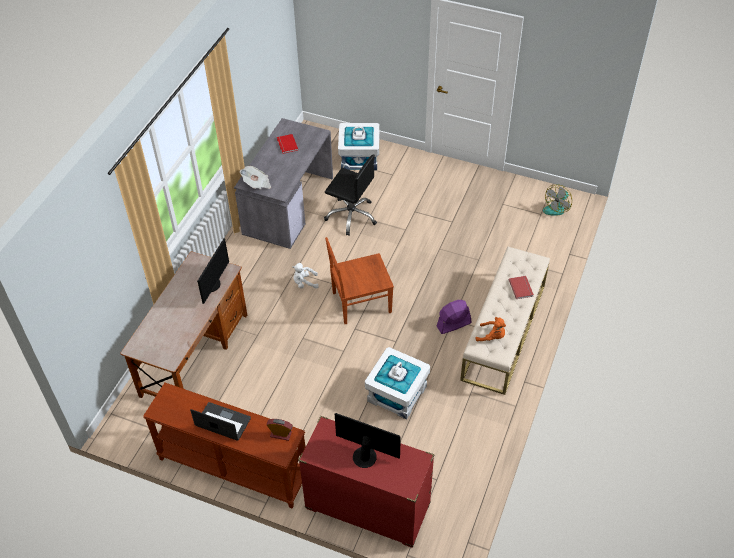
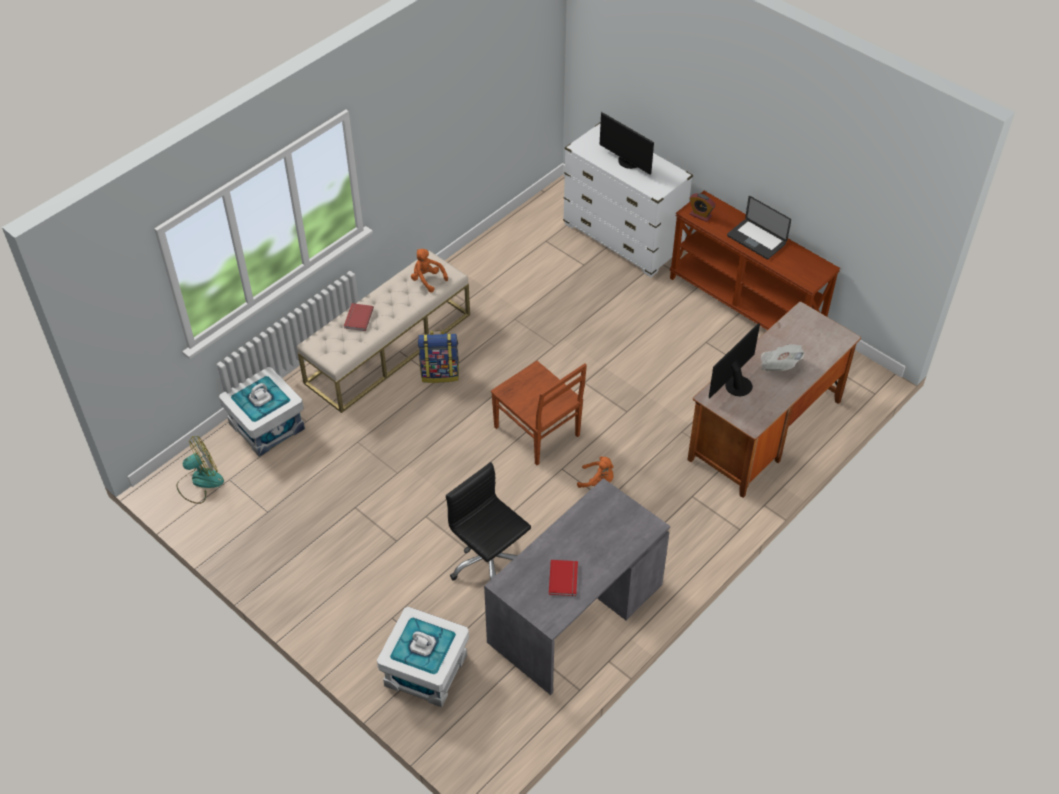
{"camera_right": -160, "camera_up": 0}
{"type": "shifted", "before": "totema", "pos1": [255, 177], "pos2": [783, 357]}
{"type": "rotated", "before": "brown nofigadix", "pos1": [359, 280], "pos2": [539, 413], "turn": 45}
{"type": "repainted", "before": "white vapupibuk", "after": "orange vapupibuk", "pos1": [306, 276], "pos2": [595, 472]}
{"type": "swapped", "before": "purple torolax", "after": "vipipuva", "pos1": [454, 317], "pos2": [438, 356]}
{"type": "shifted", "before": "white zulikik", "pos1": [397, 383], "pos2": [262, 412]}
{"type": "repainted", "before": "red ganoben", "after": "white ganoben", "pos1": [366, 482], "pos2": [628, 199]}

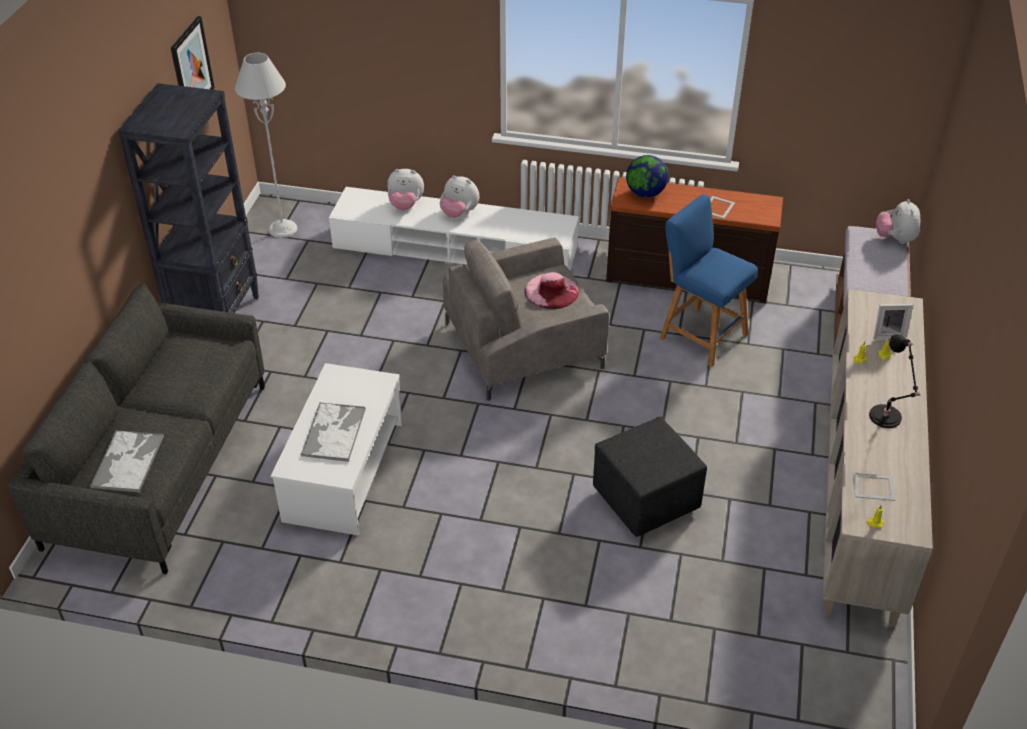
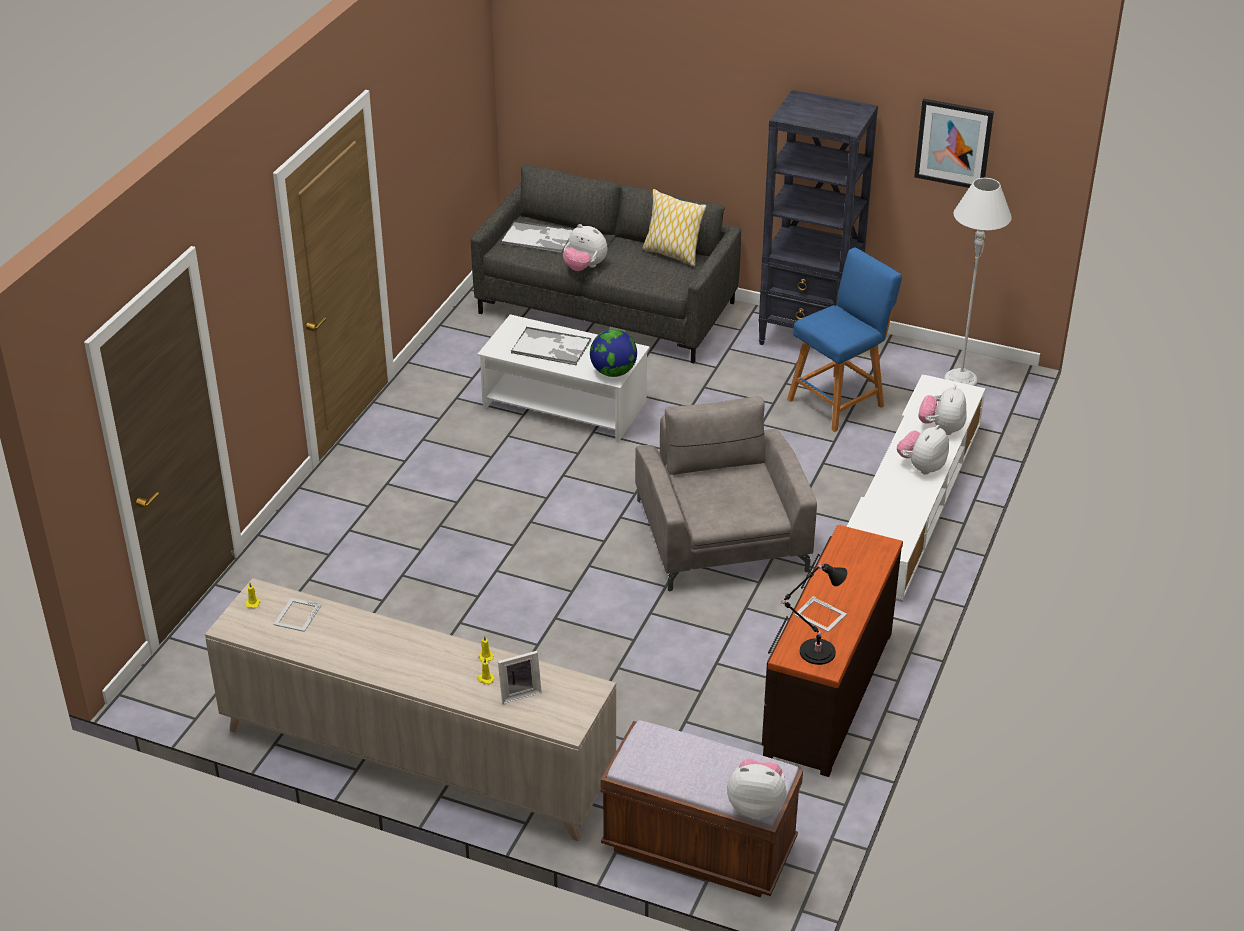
{"camera_right": 100, "camera_up": -5}
{"type": "shifted", "before": "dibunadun", "pos1": [647, 176], "pos2": [613, 353]}
{"type": "shifted", "before": "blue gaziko", "pos1": [708, 280], "pos2": [844, 340]}
{"type": "gone", "before": "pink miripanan", "pos1": [551, 290]}
{"type": "rotated", "before": "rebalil", "pos1": [893, 322], "pos2": [520, 677], "turn": -120}
{"type": "shifted", "before": "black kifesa", "pos1": [895, 381], "pos2": [814, 614]}
{"type": "gone", "before": "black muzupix", "pos1": [650, 476]}
{"type": "new", "after": "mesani", "pos2": [674, 228]}
{"type": "new", "after": "vapupibuk", "pos2": [585, 247]}

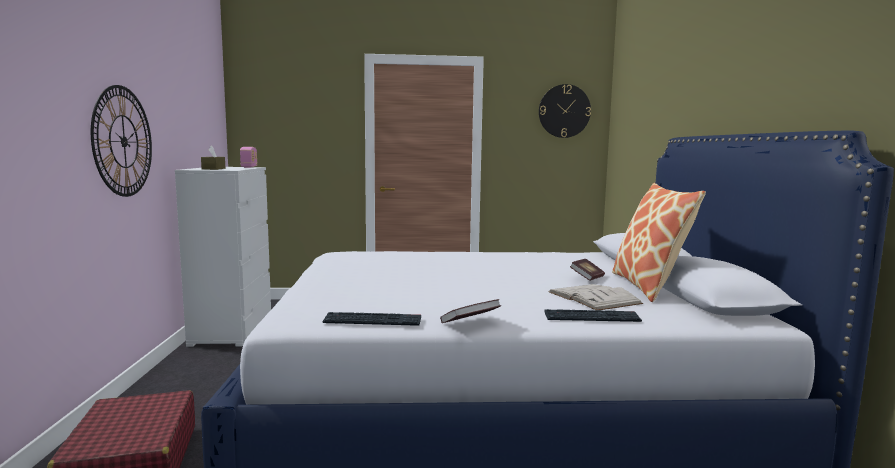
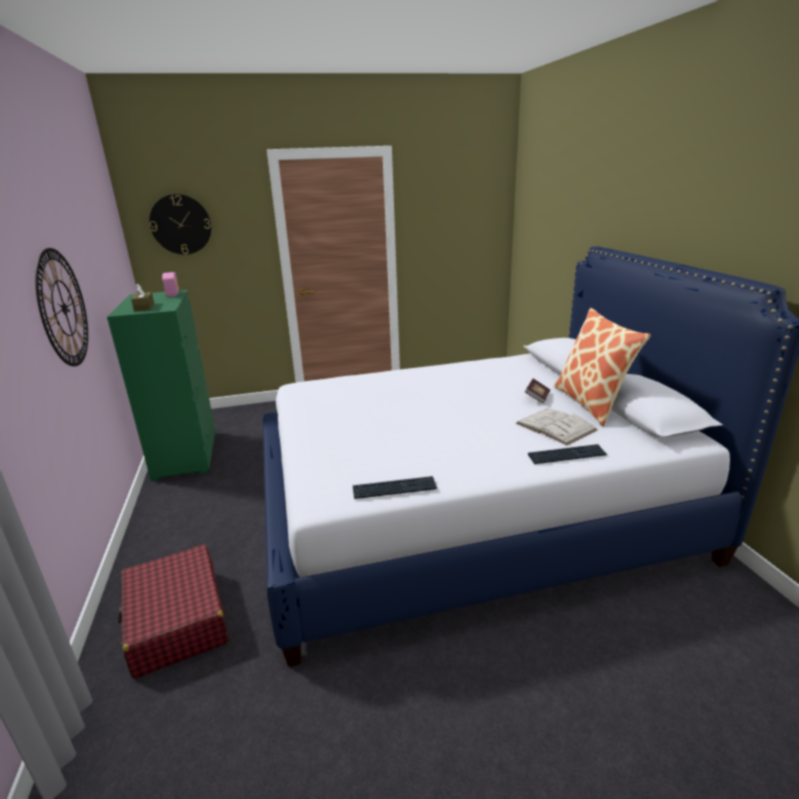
{"camera_right": -10, "camera_up": 15}
{"type": "shifted", "before": "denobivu", "pos1": [565, 111], "pos2": [180, 224]}
{"type": "repainted", "before": "white ganoben", "after": "green ganoben", "pos1": [223, 257], "pos2": [161, 385]}
{"type": "gone", "before": "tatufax", "pos1": [470, 311]}

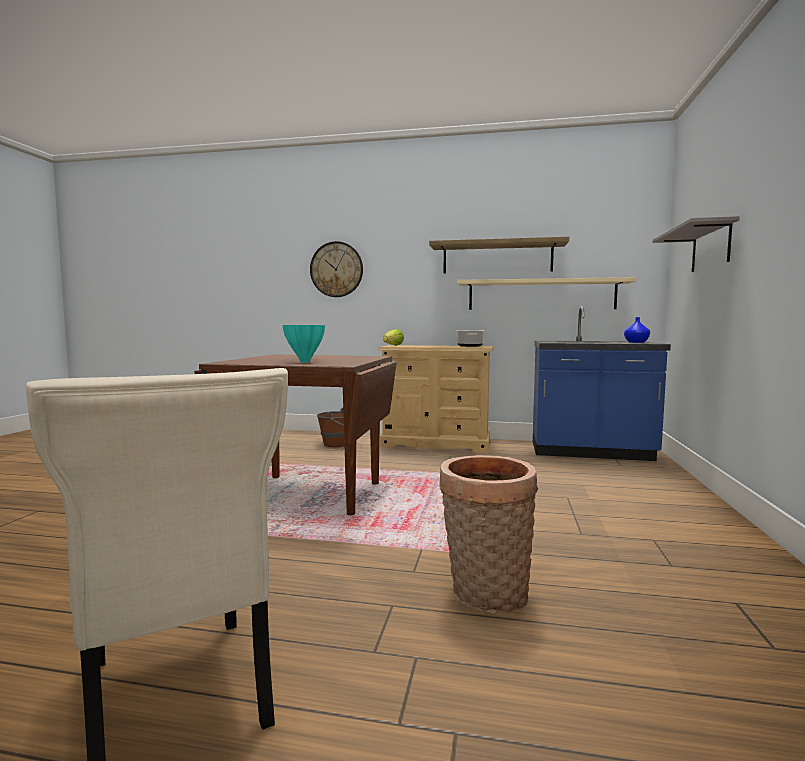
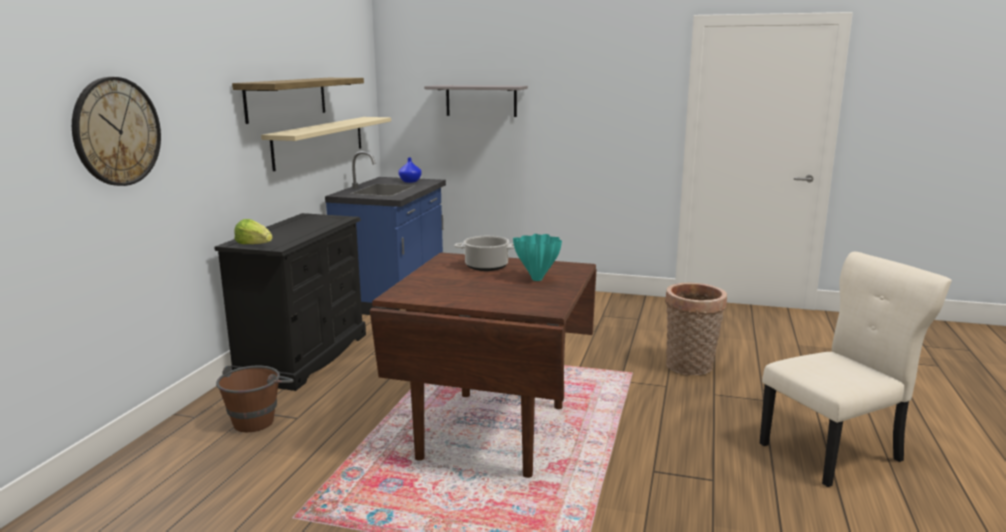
{"camera_right": -85, "camera_up": 10}
{"type": "shifted", "before": "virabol", "pos1": [470, 338], "pos2": [484, 253]}
{"type": "repainted", "before": "beige ganoben", "after": "black ganoben", "pos1": [436, 398], "pos2": [290, 302]}

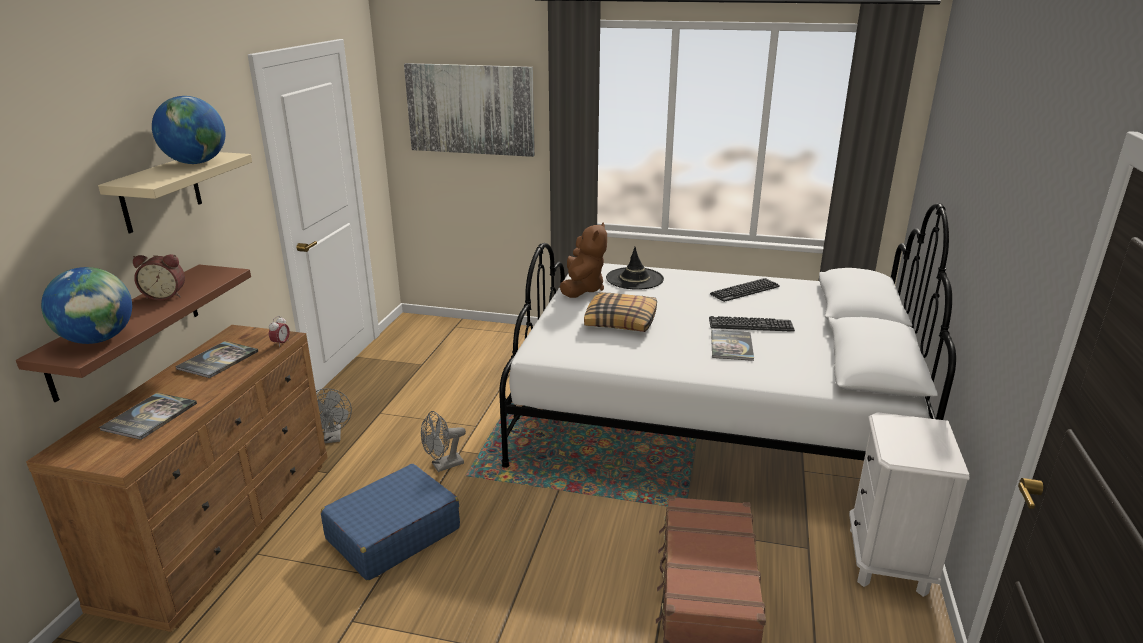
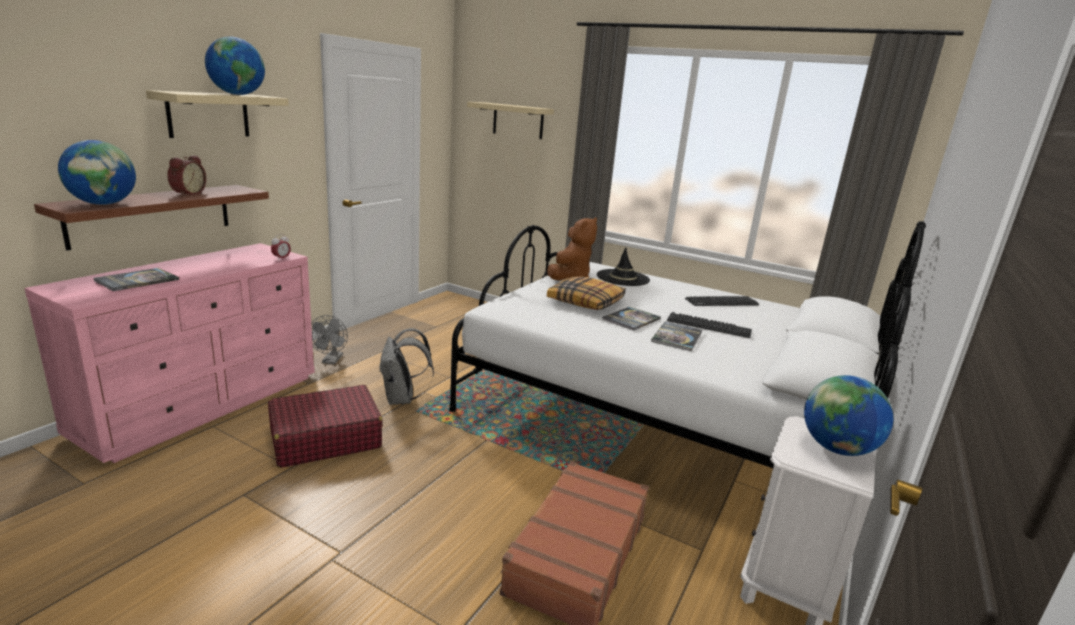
{"camera_right": 15, "camera_up": -5}
{"type": "swapped", "before": "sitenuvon", "after": "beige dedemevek", "pos1": [469, 110], "pos2": [510, 120]}
{"type": "rotated", "before": "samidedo", "pos1": [159, 277], "pos2": [186, 175], "turn": -90}
{"type": "repainted", "before": "brown ganoben", "after": "pink ganoben", "pos1": [177, 478], "pos2": [169, 353]}
{"type": "shifted", "before": "tatufax", "pos1": [216, 359], "pos2": [631, 318]}
{"type": "swapped", "before": "grey torolax", "after": "grey vipipuva", "pos1": [443, 441], "pos2": [407, 366]}
{"type": "repainted", "before": "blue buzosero", "after": "red buzosero", "pos1": [390, 522], "pos2": [325, 426]}
{"type": "new", "after": "dibunadun", "pos2": [848, 415]}

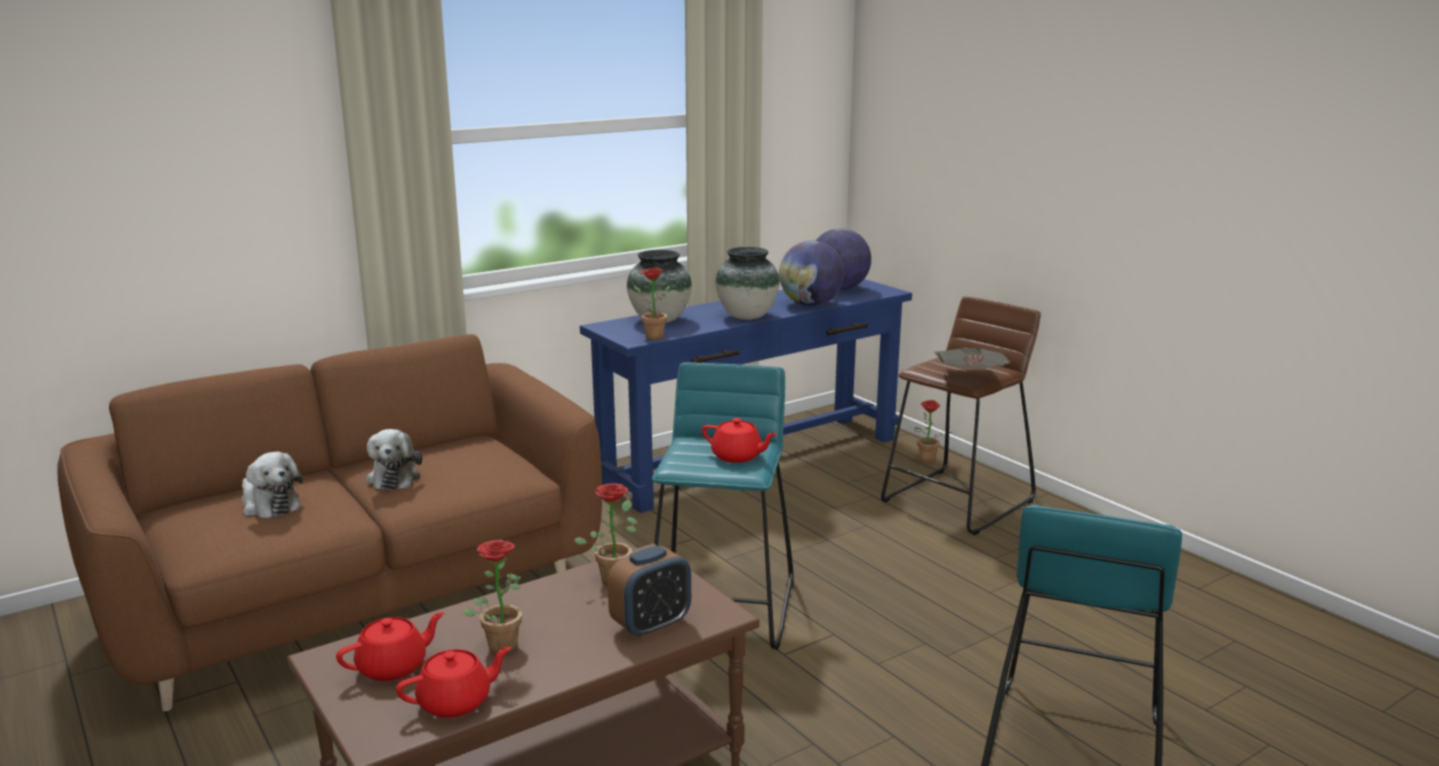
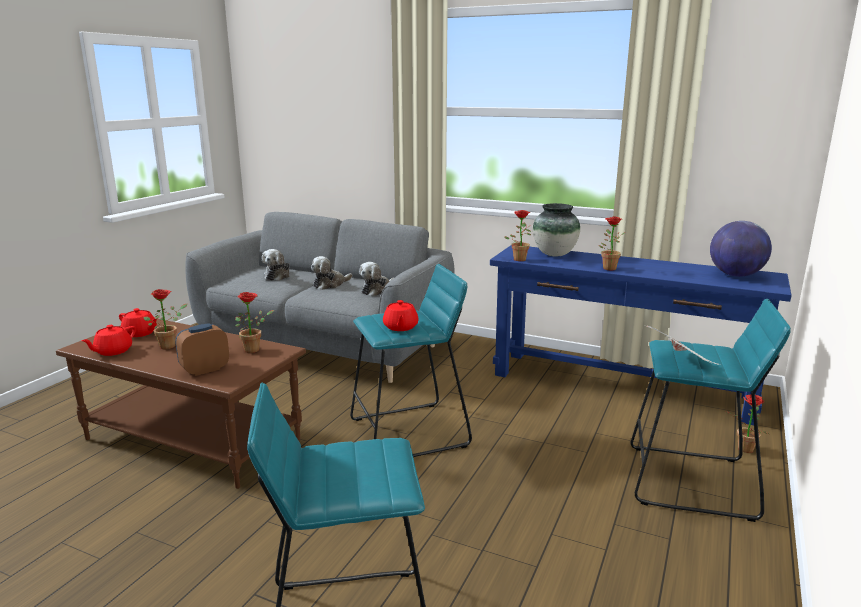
{"camera_right": 60, "camera_up": 0}
{"type": "gone", "before": "dibunadun", "pos1": [811, 273]}
{"type": "swapped", "before": "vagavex", "after": "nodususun", "pos1": [747, 283], "pos2": [612, 243]}
{"type": "repainted", "before": "brown gaziko", "after": "turquoise gaziko", "pos1": [961, 415], "pos2": [711, 410]}
{"type": "repainted", "before": "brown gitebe", "after": "grey gitebe", "pos1": [330, 522], "pos2": [320, 297]}
{"type": "rotated", "before": "samidedo", "pos1": [649, 592], "pos2": [202, 349], "turn": 120}
{"type": "rotated", "before": "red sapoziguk", "pos1": [453, 682], "pos2": [108, 340], "turn": 90}
{"type": "new", "after": "vapupibuk", "pos2": [376, 279]}

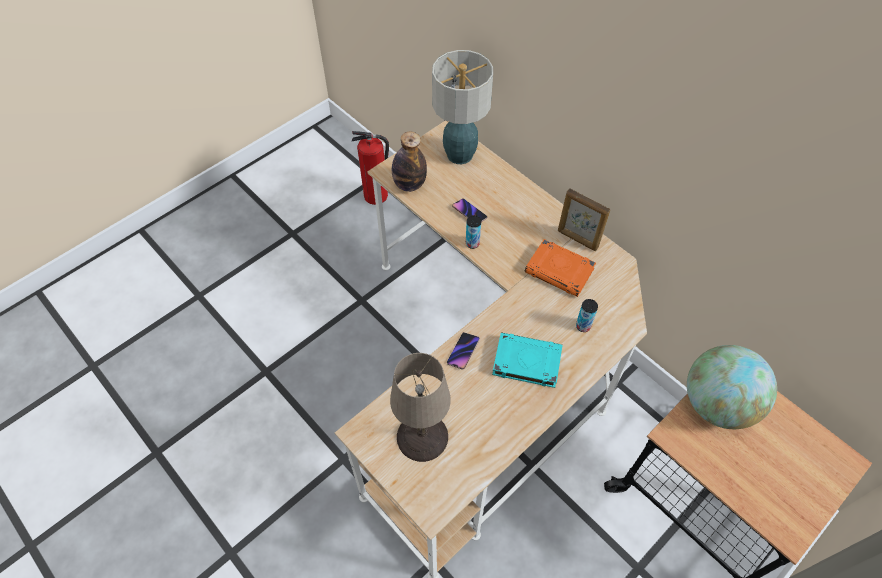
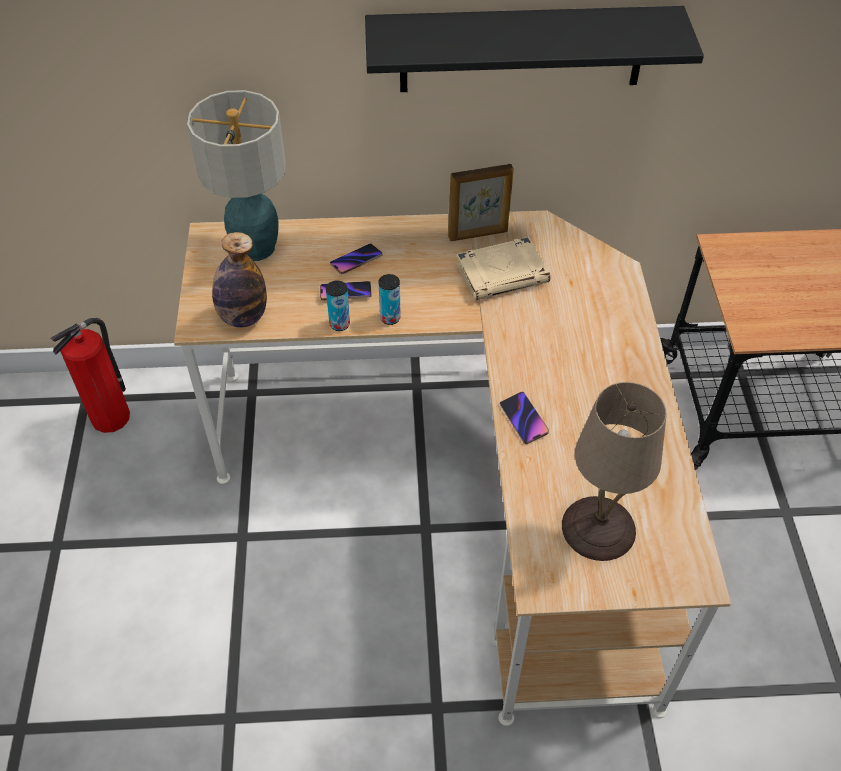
{"camera_right": -50, "camera_up": -5}
{"type": "repainted", "before": "orange tatufax", "after": "beige tatufax", "pos1": [560, 268], "pos2": [503, 269]}
{"type": "shifted", "before": "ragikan", "pos1": [587, 315], "pos2": [338, 305]}
{"type": "gone", "before": "turquoise tatufax", "pos1": [527, 360]}
{"type": "gone", "before": "dibunadun", "pos1": [732, 387]}
{"type": "new", "after": "black dedemevek", "pos2": [534, 49]}
{"type": "new", "after": "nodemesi", "pos2": [356, 259]}

